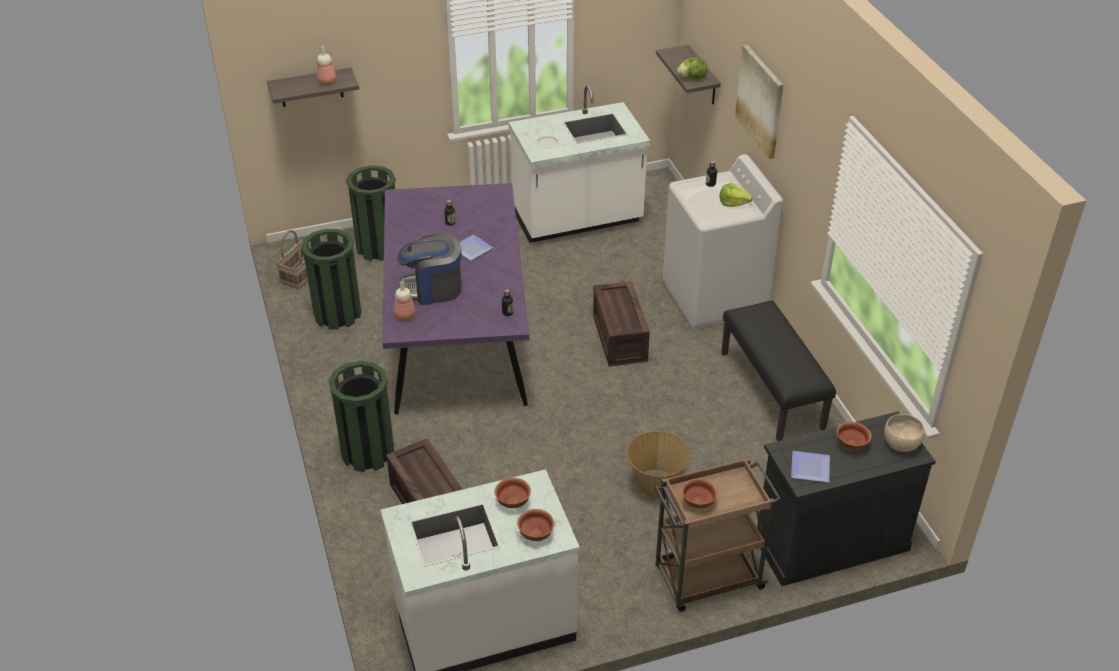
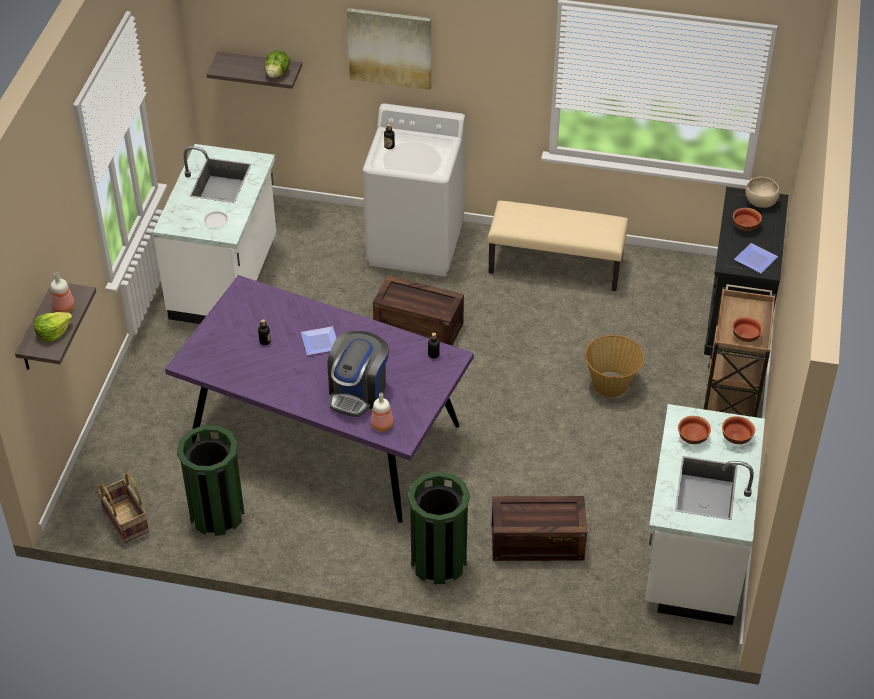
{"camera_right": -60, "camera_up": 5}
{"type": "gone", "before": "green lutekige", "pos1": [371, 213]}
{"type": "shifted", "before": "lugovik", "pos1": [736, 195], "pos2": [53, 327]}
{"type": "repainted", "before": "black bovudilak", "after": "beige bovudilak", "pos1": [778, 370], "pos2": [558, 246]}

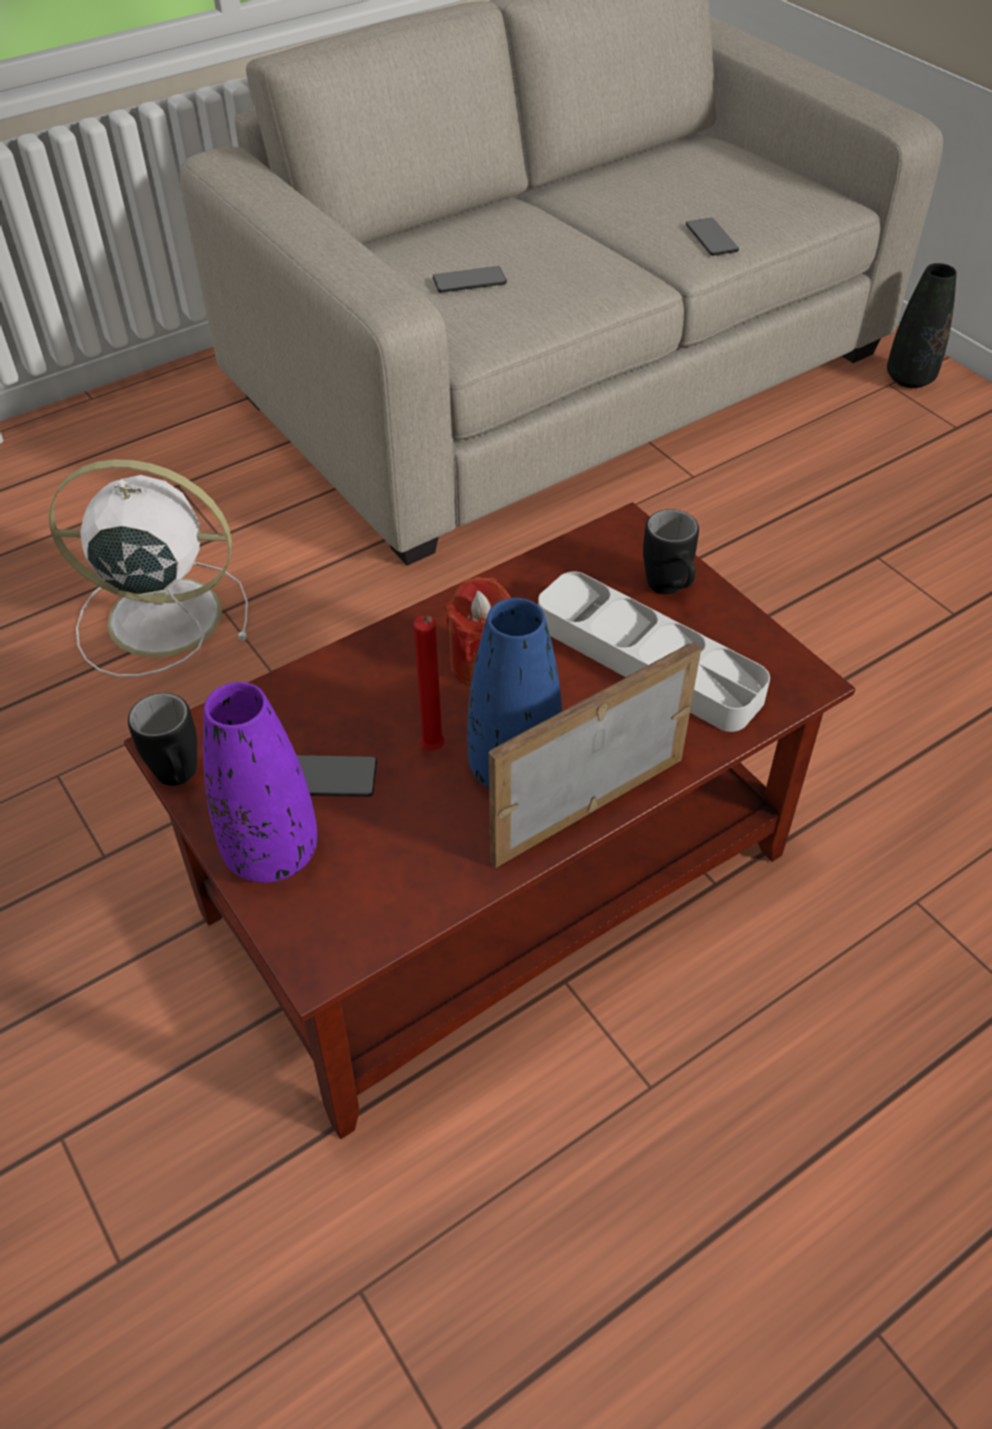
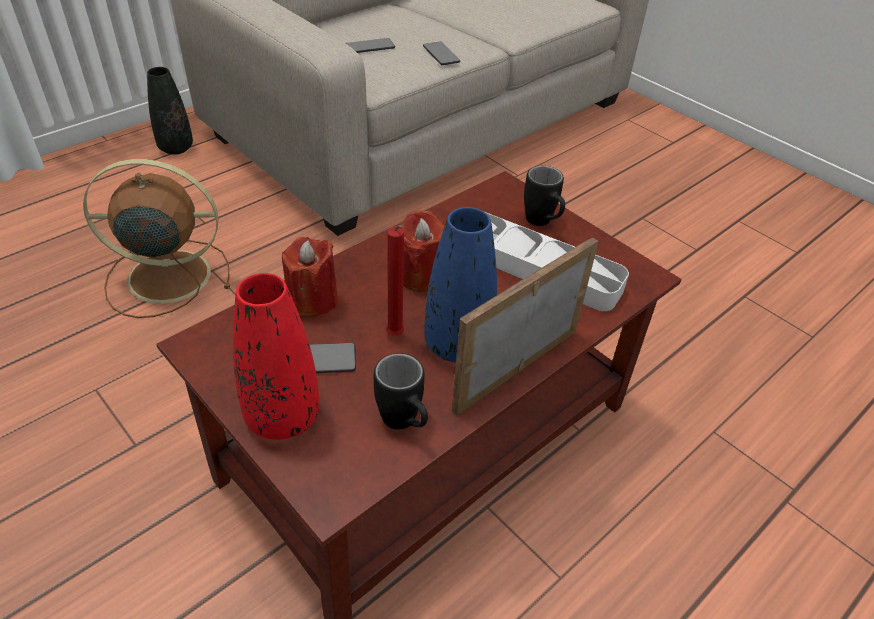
{"camera_right": -10, "camera_up": -5}
{"type": "shifted", "before": "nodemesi", "pos1": [712, 237], "pos2": [441, 53]}
{"type": "shifted", "before": "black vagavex", "pos1": [922, 325], "pos2": [170, 111]}
{"type": "repainted", "before": "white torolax", "after": "brown torolax", "pos1": [148, 568], "pos2": [156, 238]}
{"type": "repainted", "before": "purple vagavex", "after": "red vagavex", "pos1": [260, 782], "pos2": [276, 356]}
{"type": "shifted", "before": "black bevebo", "pos1": [162, 739], "pos2": [401, 391]}
{"type": "new", "after": "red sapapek", "pos2": [310, 277]}

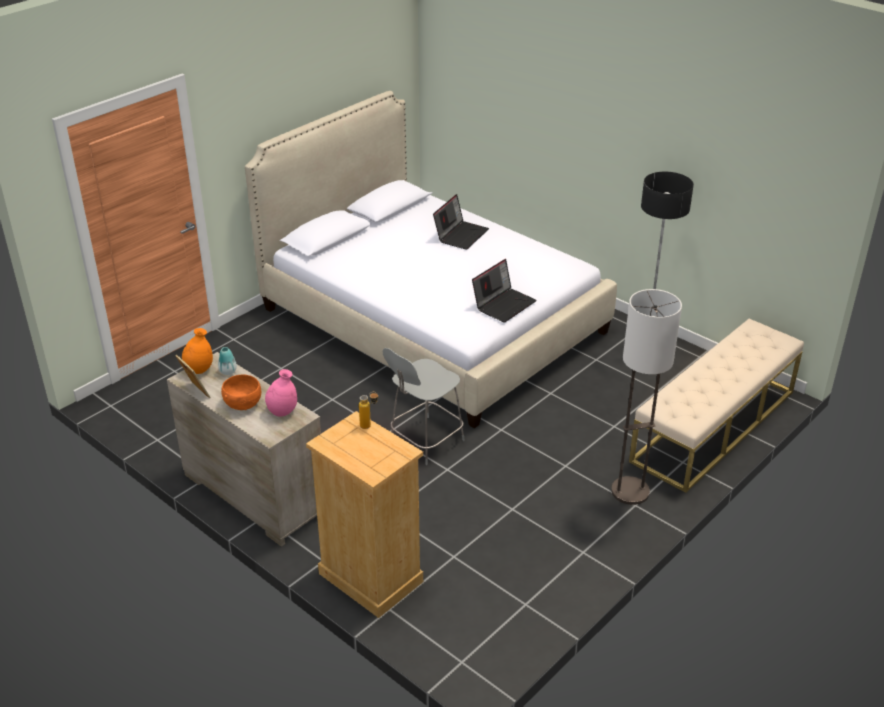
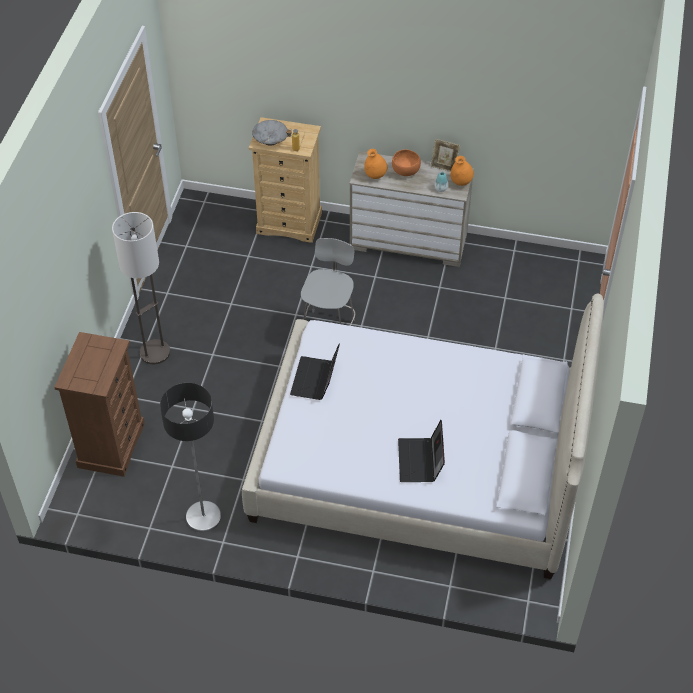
{"camera_right": 150, "camera_up": 15}
{"type": "swapped", "before": "beige bovudilak", "after": "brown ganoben", "pos1": [716, 406], "pos2": [99, 404]}
{"type": "repainted", "before": "pink vagavex", "after": "orange vagavex", "pos1": [281, 393], "pos2": [375, 164]}
{"type": "new", "after": "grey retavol", "pos2": [269, 133]}

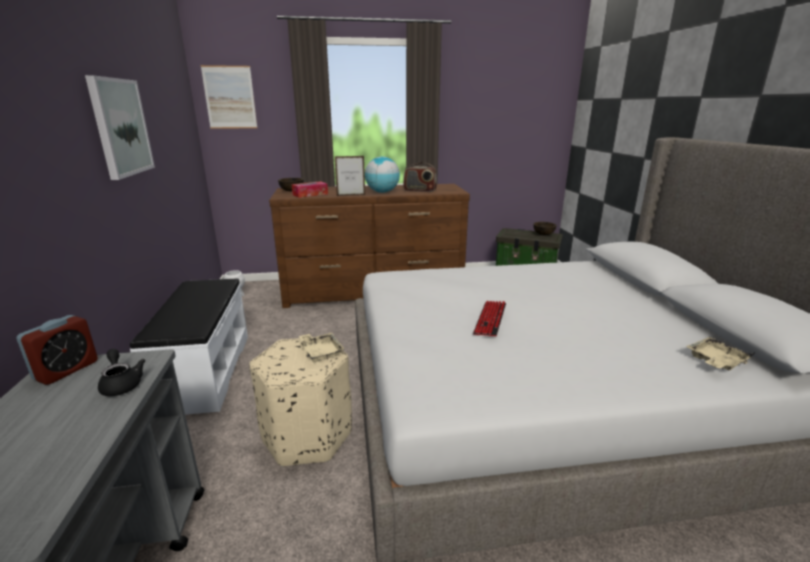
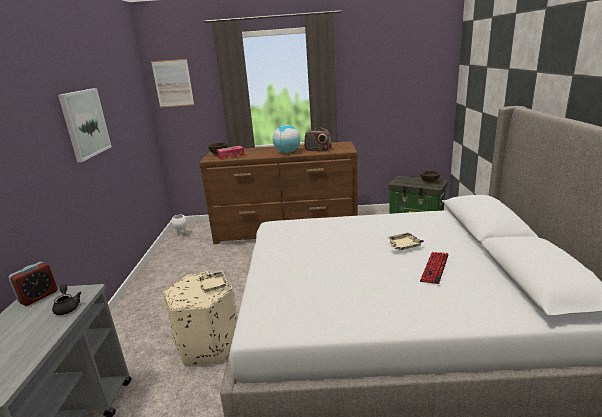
{"camera_right": 10, "camera_up": 0}
{"type": "gone", "before": "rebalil", "pos1": [350, 176]}
{"type": "gone", "before": "white bovudilak", "pos1": [189, 347]}
{"type": "shifted", "before": "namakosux", "pos1": [489, 318], "pos2": [434, 268]}
{"type": "shifted", "before": "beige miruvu", "pos1": [720, 354], "pos2": [405, 241]}

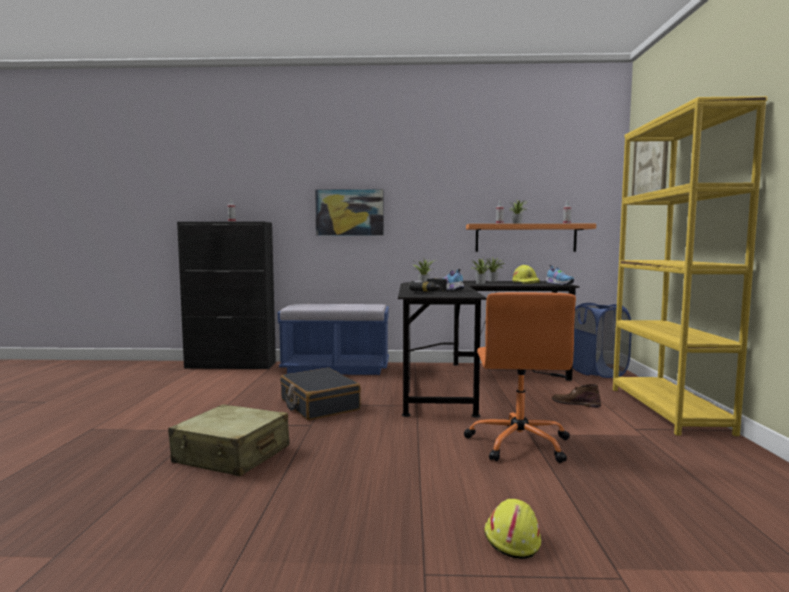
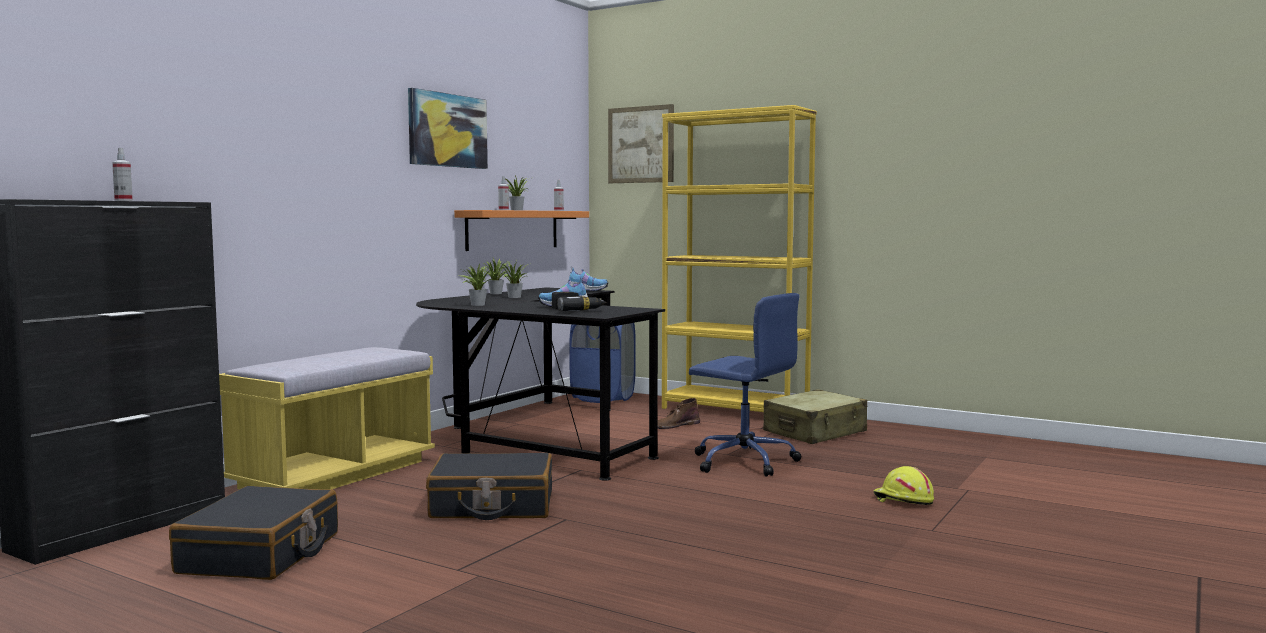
{"camera_right": -60, "camera_up": 0}
{"type": "shifted", "before": "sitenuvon", "pos1": [349, 212], "pos2": [448, 128]}
{"type": "gone", "before": "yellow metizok", "pos1": [526, 274]}
{"type": "repainted", "before": "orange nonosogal", "after": "blue nonosogal", "pos1": [520, 377], "pos2": [745, 385]}
{"type": "repainted", "before": "blue bovudilak", "after": "yellow bovudilak", "pos1": [333, 339], "pos2": [327, 418]}
{"type": "shifted", "before": "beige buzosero", "pos1": [229, 440], "pos2": [815, 416]}
{"type": "new", "after": "black buzosero", "pos2": [253, 533]}

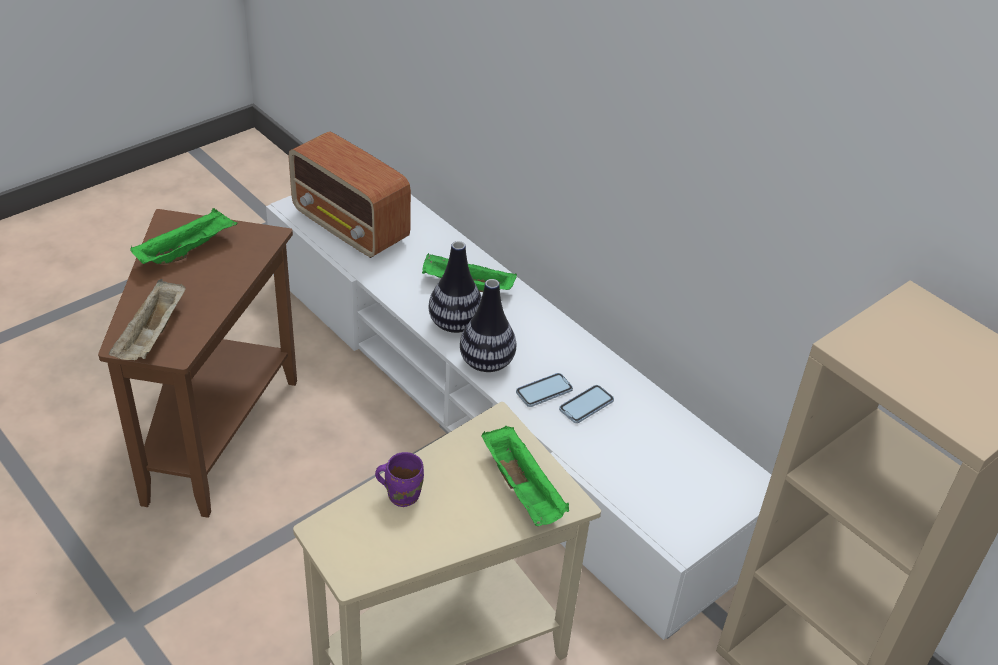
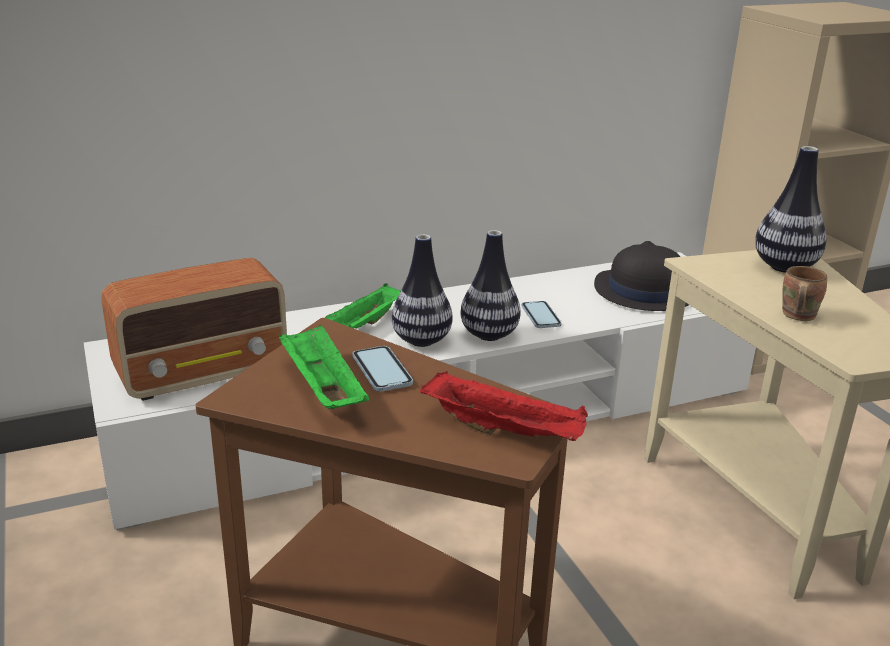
{"camera_right": -70, "camera_up": -15}
{"type": "repainted", "before": "beige miruvu", "after": "red miruvu", "pos1": [147, 319], "pos2": [504, 406]}
{"type": "shifted", "before": "nodemesi", "pos1": [586, 404], "pos2": [382, 369]}
{"type": "swapped", "before": "green miruvu", "after": "vagavex", "pos1": [525, 476], "pos2": [790, 209]}
{"type": "repainted", "before": "purple bevebo", "after": "brown bevebo", "pos1": [399, 479], "pos2": [804, 293]}
{"type": "new", "after": "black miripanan", "pos2": [641, 276]}

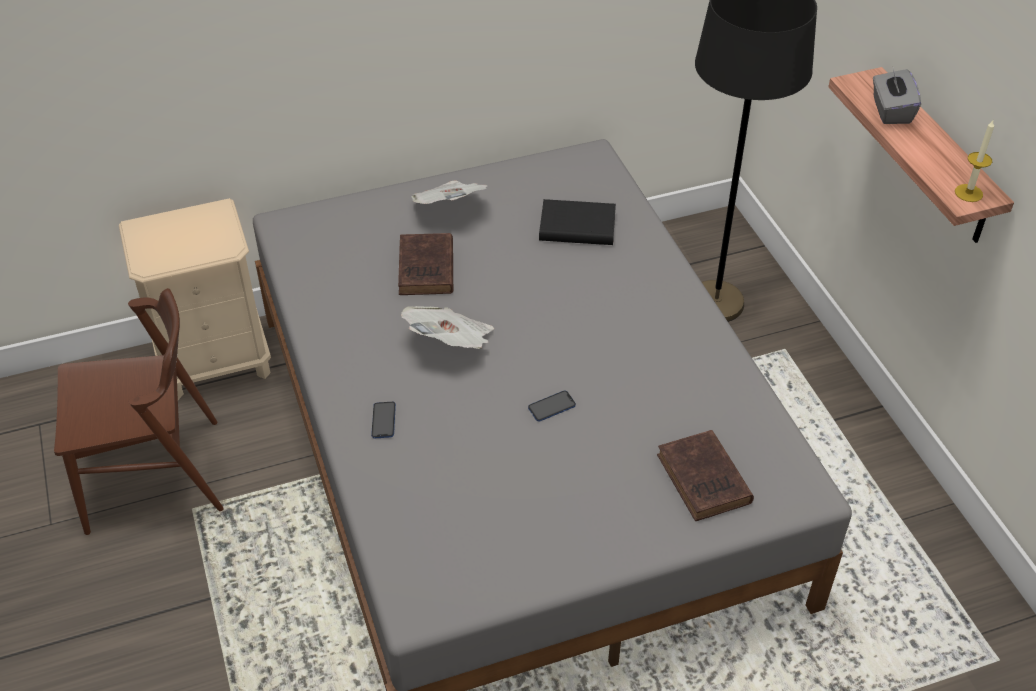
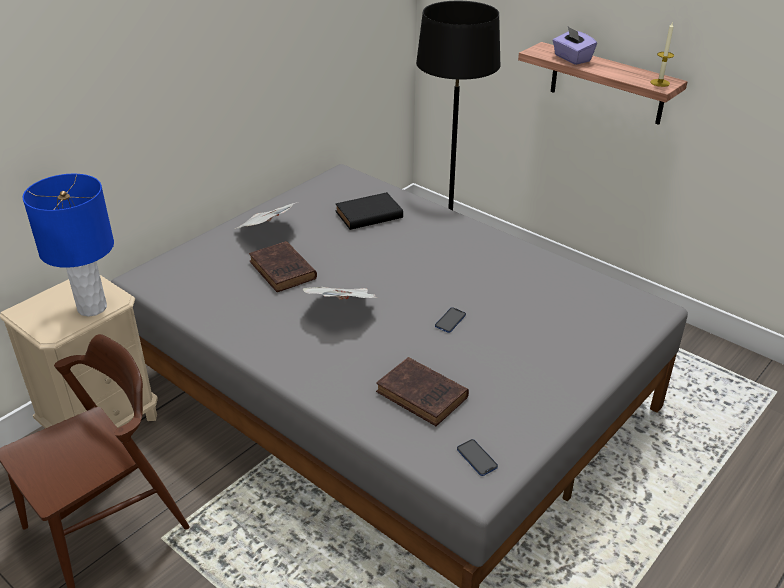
{"camera_right": -30, "camera_up": -10}
{"type": "repainted", "before": "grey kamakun", "after": "purple kamakun", "pos1": [897, 96], "pos2": [575, 46]}
{"type": "shifted", "before": "nodemesi", "pos1": [383, 420], "pos2": [477, 457]}
{"type": "shifted", "before": "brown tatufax", "pos1": [705, 475], "pos2": [422, 391]}
{"type": "new", "after": "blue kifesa", "pos2": [68, 245]}

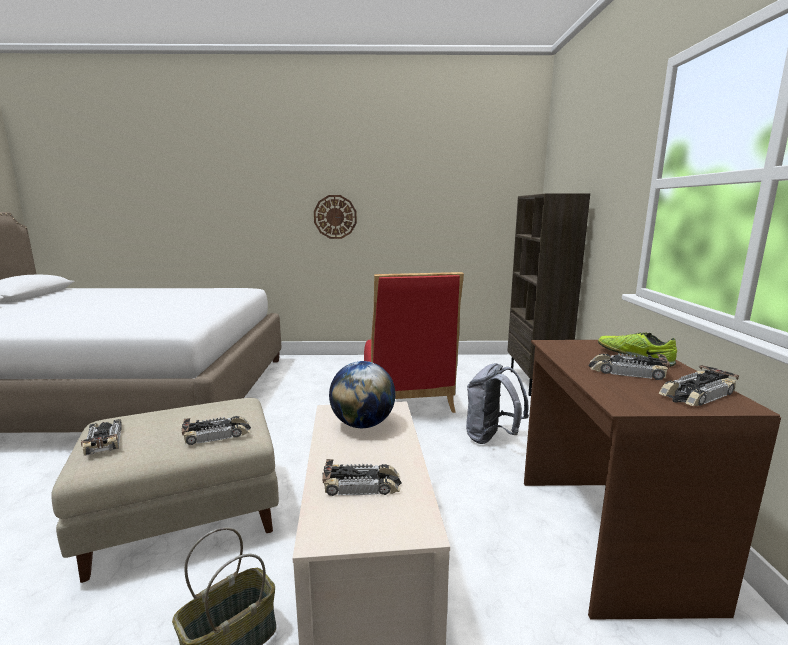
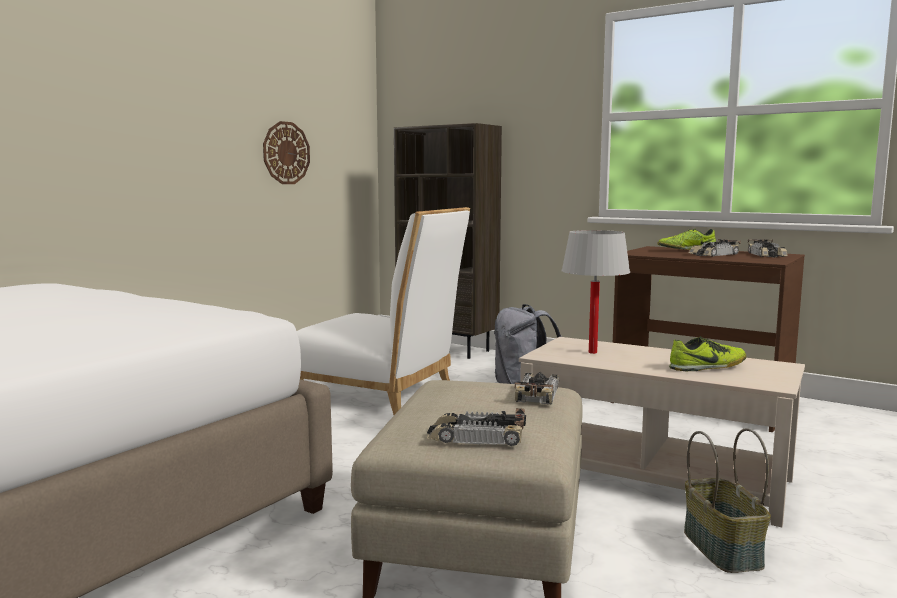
{"camera_right": -55, "camera_up": -5}
{"type": "shifted", "before": "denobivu", "pos1": [335, 217], "pos2": [286, 152]}
{"type": "repainted", "before": "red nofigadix", "after": "white nofigadix", "pos1": [414, 342], "pos2": [383, 311]}
{"type": "swapped", "before": "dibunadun", "after": "white kifesa", "pos1": [362, 394], "pos2": [595, 292]}
{"type": "swapped", "before": "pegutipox", "after": "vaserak", "pos1": [362, 477], "pos2": [707, 353]}

